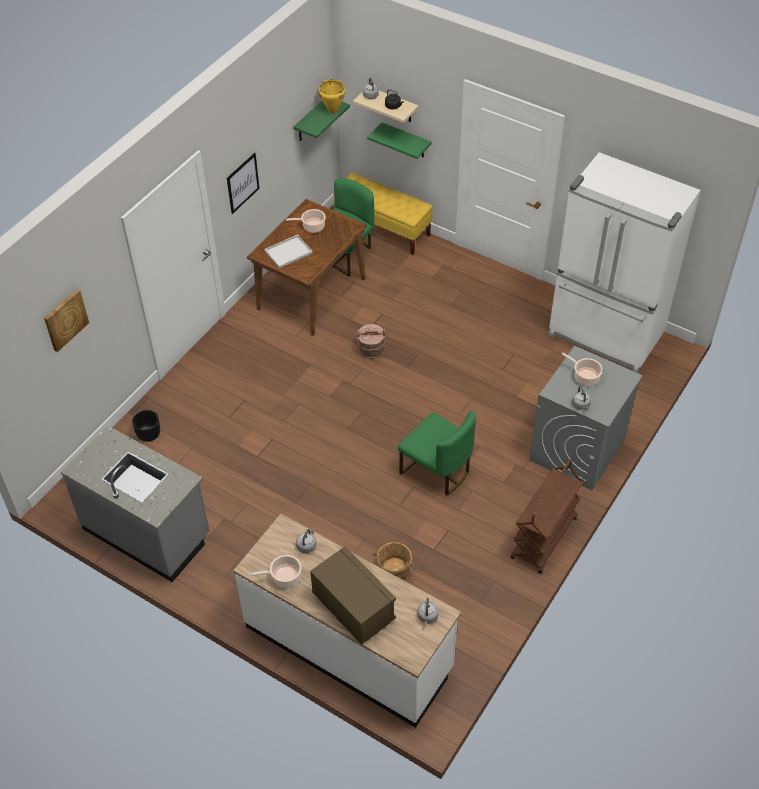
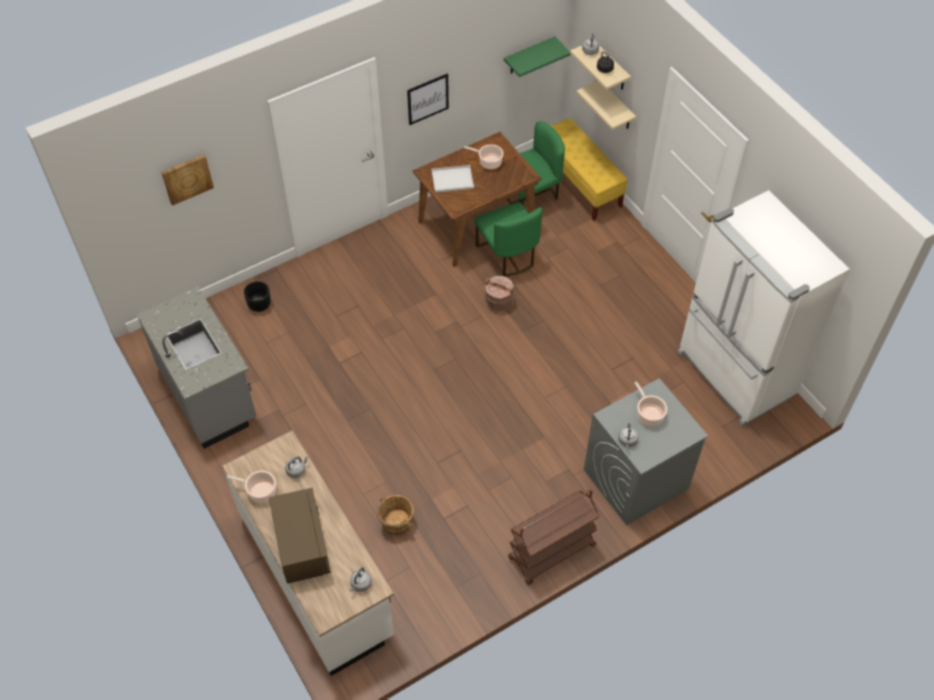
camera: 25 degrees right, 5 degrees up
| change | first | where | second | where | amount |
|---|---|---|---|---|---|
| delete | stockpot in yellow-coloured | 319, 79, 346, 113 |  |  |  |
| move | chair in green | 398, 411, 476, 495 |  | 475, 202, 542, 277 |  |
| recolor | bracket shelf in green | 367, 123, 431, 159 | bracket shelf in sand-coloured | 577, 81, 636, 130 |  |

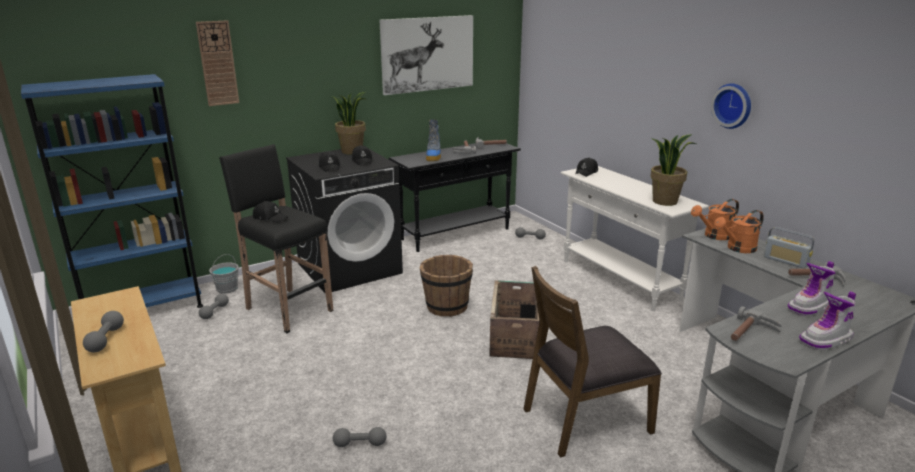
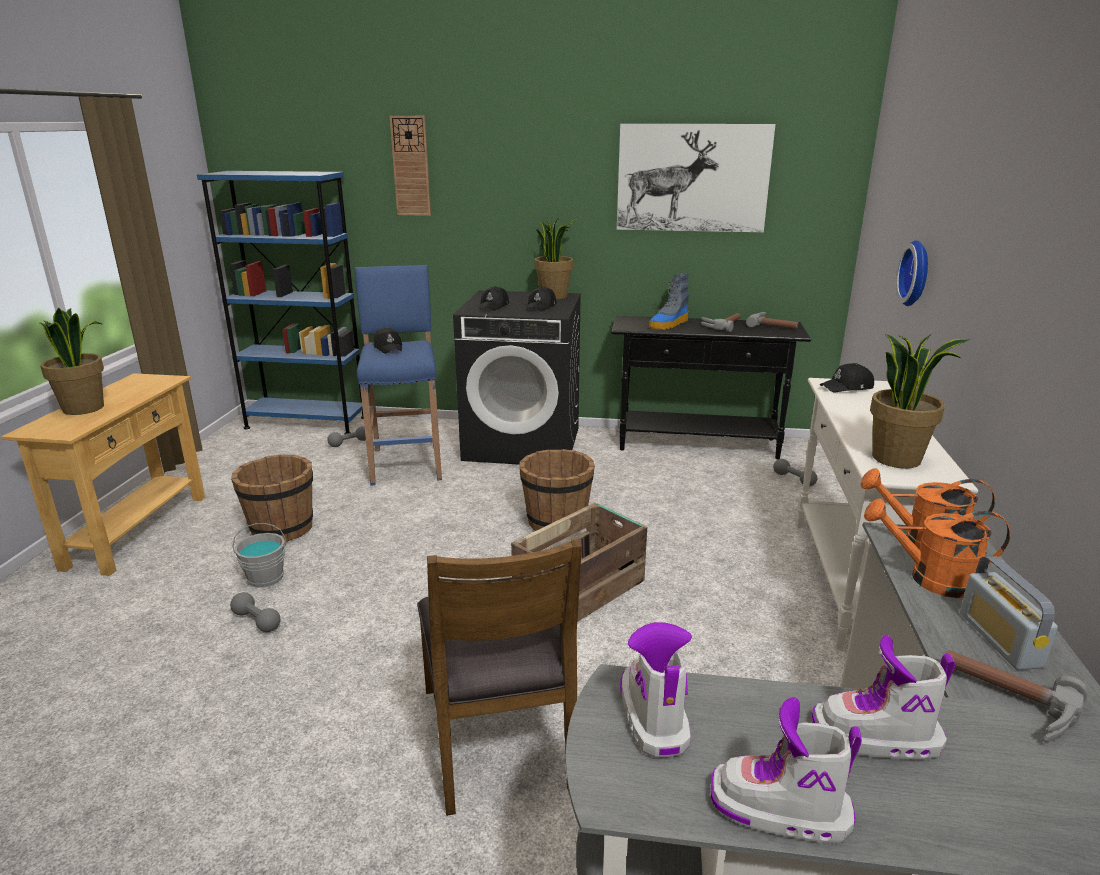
camera: 40 degrees right, 0 degrees up
| change | first | where | second | where | amount |
|---|---|---|---|---|---|
| insert |  |  | bucket in brown-coloured | 231, 455, 313, 542 |  |
| move | bucket in greyish | 209, 254, 239, 294 |  | 233, 523, 286, 588 |  |
| move | hanging clock | 711, 84, 751, 129 |  | 896, 240, 928, 306 |  |
| replace | dumbbell in greyish | 83, 311, 124, 353 | potted plant | 39, 308, 104, 415 |  |
| replace | tool hammer | 731, 306, 782, 341 | boot | 620, 622, 692, 758 |  |
| recolor | stool seat in blackish | 219, 144, 333, 333 | stool seat in bluish | 355, 265, 442, 486 |  |
| rotate | chair in brown-coloured | 523, 266, 662, 458 |  | 417, 539, 582, 816 | 120 degrees counterclockwise |

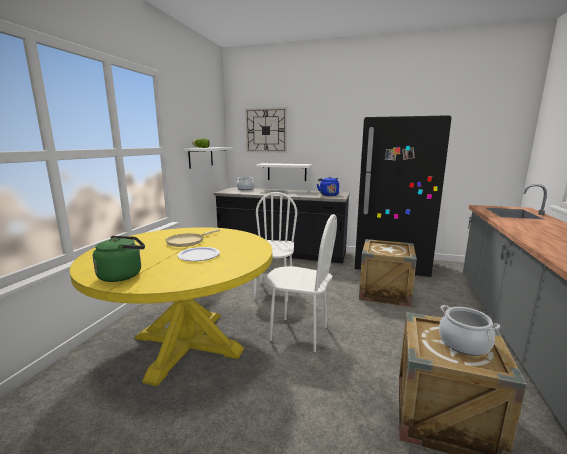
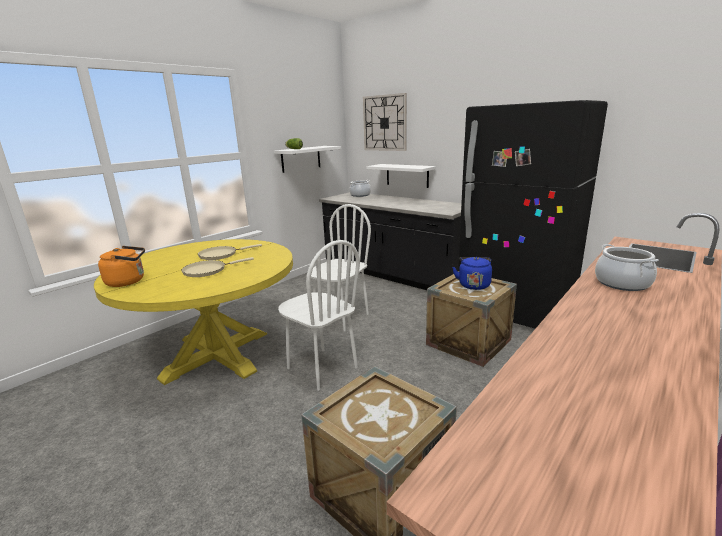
camera: 25 degrees right, 5 degrees up
| change | first | where | second | where | amount |
|---|---|---|---|---|---|
| move | kettle in bluish | 317, 177, 339, 196 |  | 452, 257, 492, 290 |  |
| move | stockpot | 439, 305, 500, 356 |  | 595, 244, 659, 291 |  |
| replace | plate | 177, 247, 220, 261 | skillet in sand-coloured | 181, 257, 254, 277 |  |
| recolor | kettle in green | 93, 236, 145, 282 | kettle in orangey | 98, 246, 145, 287 |  |

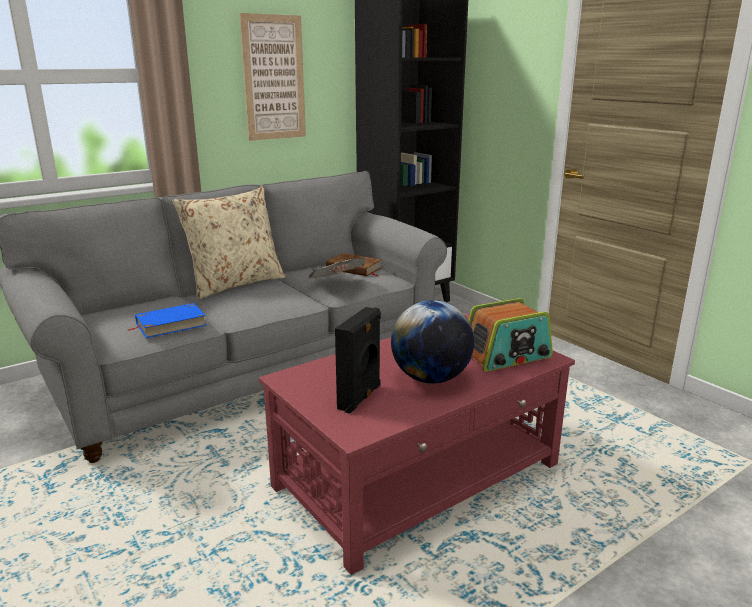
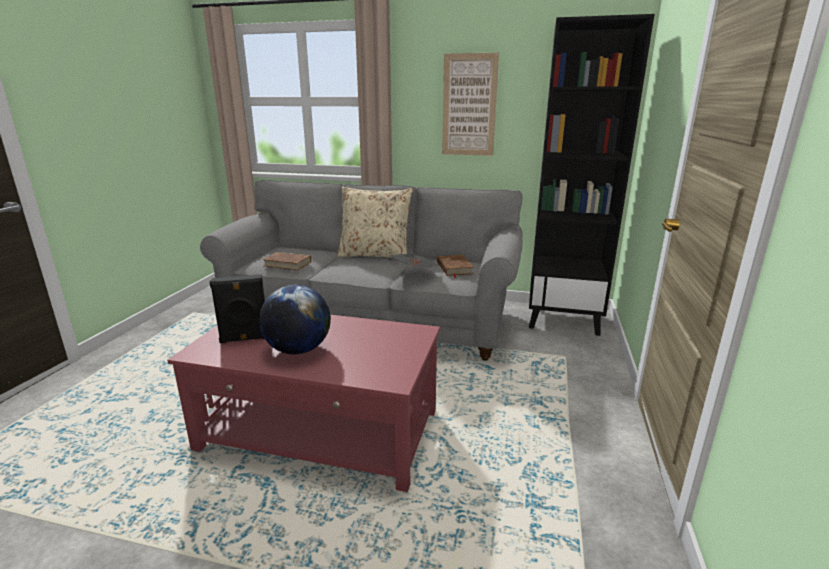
camera: 50 degrees right, 0 degrees up
| change | first | where | second | where | amount |
|---|---|---|---|---|---|
| delete | radio receiver | 468, 298, 553, 372 |  |  |  |
| recolor | bound book in bluish | 127, 303, 206, 338 | bound book in brown-coloured | 263, 252, 311, 270 |  |

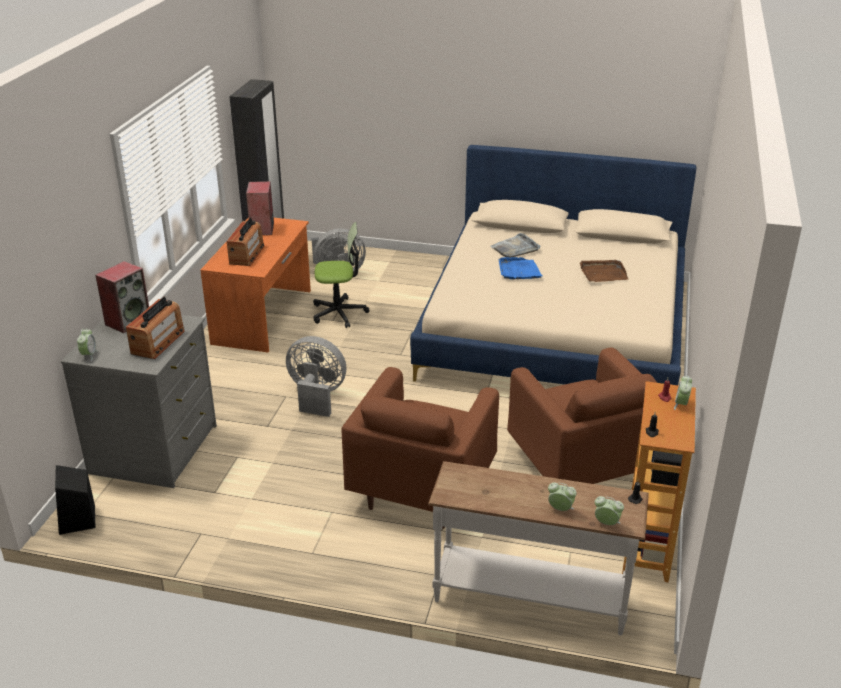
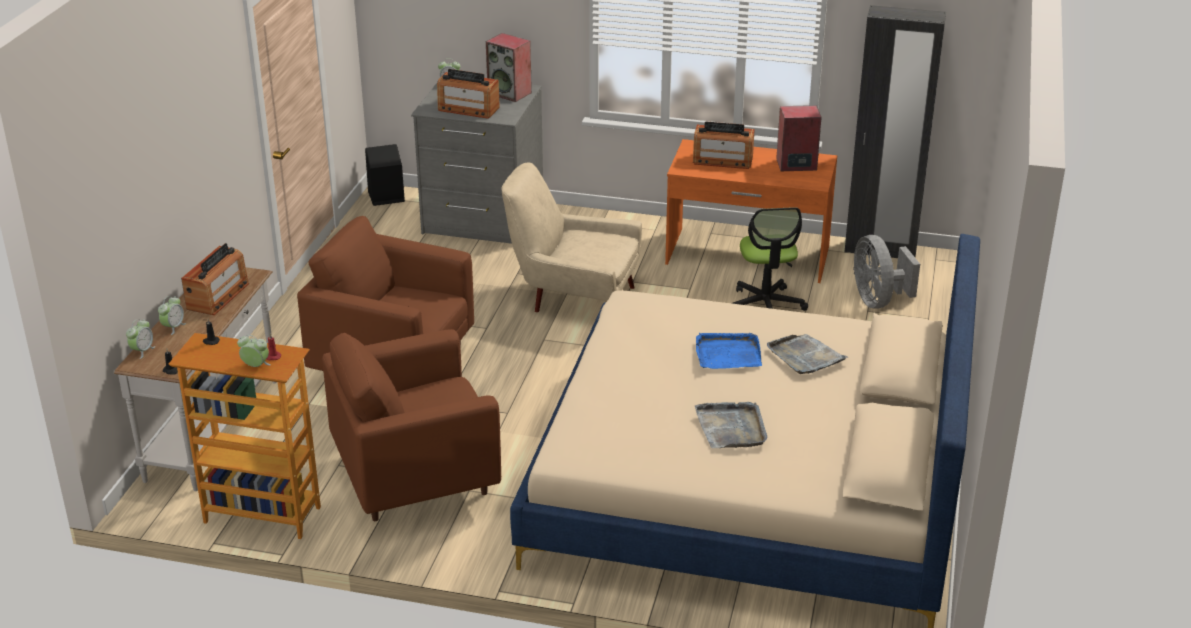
camera: 90 degrees right, 0 degrees up
| change | first | where | second | where | amount |
|---|---|---|---|---|---|
| insert |  |  | radio receiver | 181, 243, 249, 315 |  |
| replace | cooling fan in greyish | 286, 336, 346, 417 | lounge chair in sand-coloured | 502, 163, 642, 312 |  |
| recolor | tray in brown-coloured | 580, 260, 628, 282 | tray in greyish | 695, 402, 767, 448 |  |

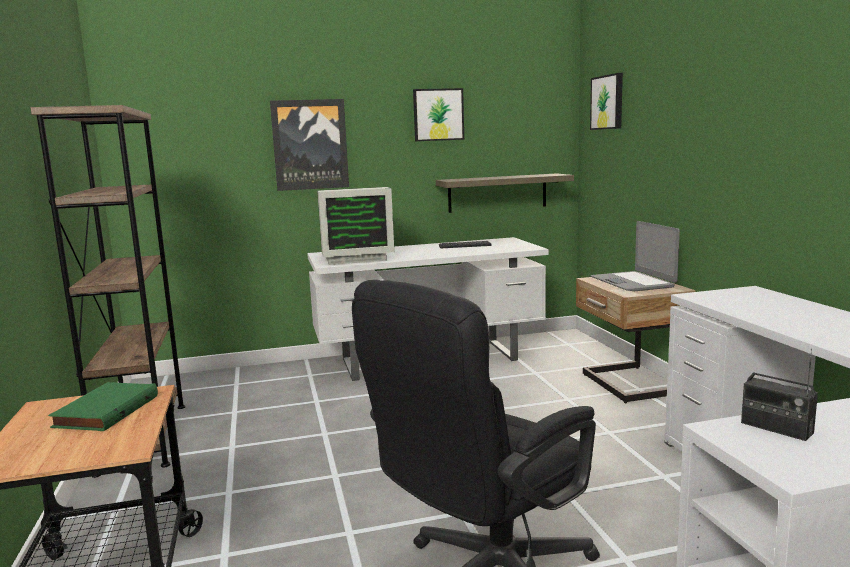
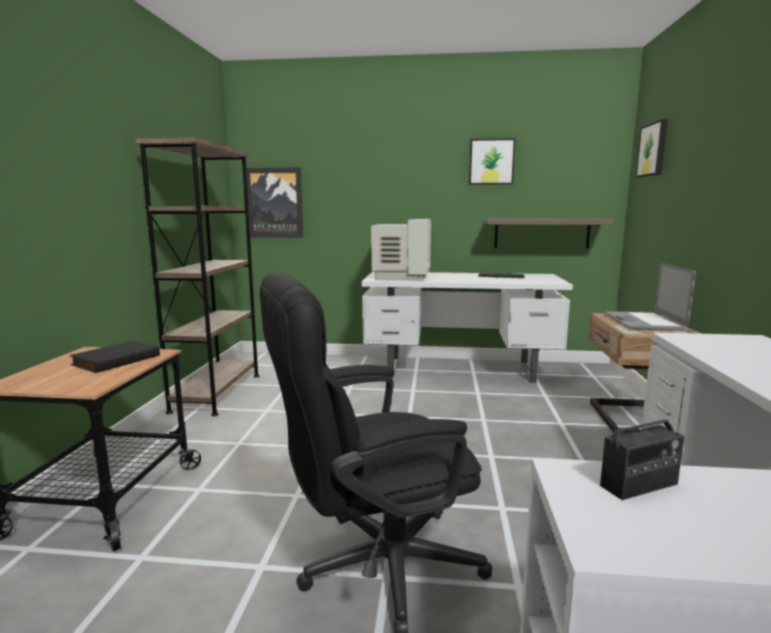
camera: 20 degrees right, 0 degrees up
| change | first | where | second | where | amount |
|---|---|---|---|---|---|
| move | wall picture | 270, 99, 349, 191 |  | 246, 168, 303, 238 |  |
| recolor | bound book in green | 48, 382, 158, 431 | bound book in blackish | 69, 340, 160, 373 |  |
| rotate | computer screen | 317, 187, 394, 265 |  | 371, 219, 431, 281 | 90 degrees counterclockwise |
| rotate | radio receiver | 741, 348, 818, 441 |  | 600, 378, 686, 500 | 90 degrees counterclockwise |

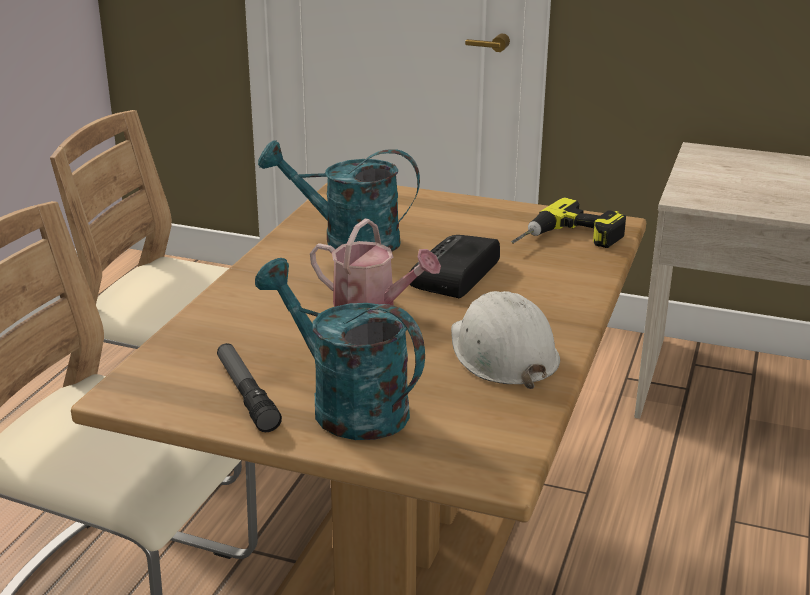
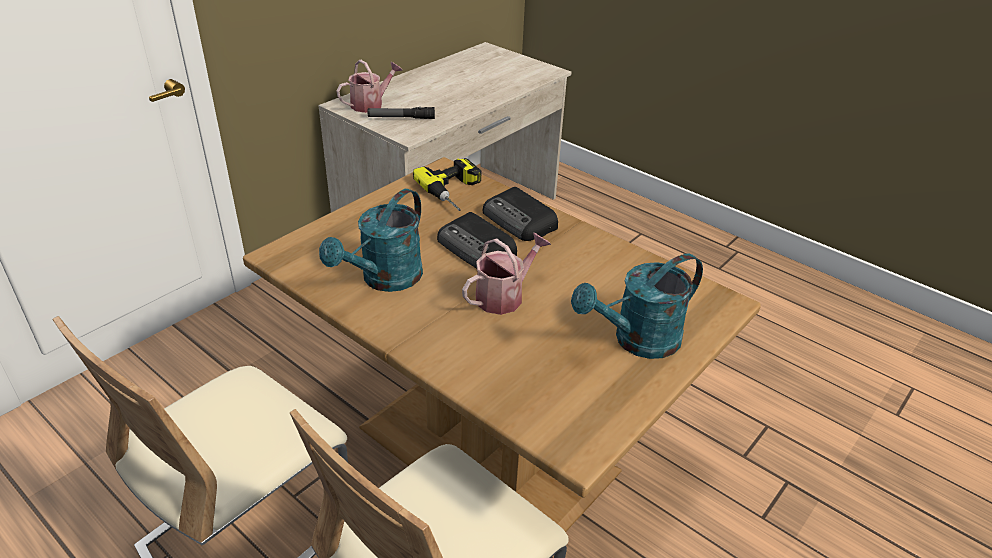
camera: 70 degrees left, 10 degrees up
| change | first | where | second | where | amount |
|---|---|---|---|---|---|
| delete | work helmet in white-coloured | 451, 291, 560, 389 |  |  |  |
| insert |  |  | sprinkling can | 336, 60, 402, 113 |  |
| insert |  |  | radio receiver | 483, 187, 558, 241 |  |
| move | flashlight | 217, 343, 282, 432 |  | 368, 107, 435, 119 |  |

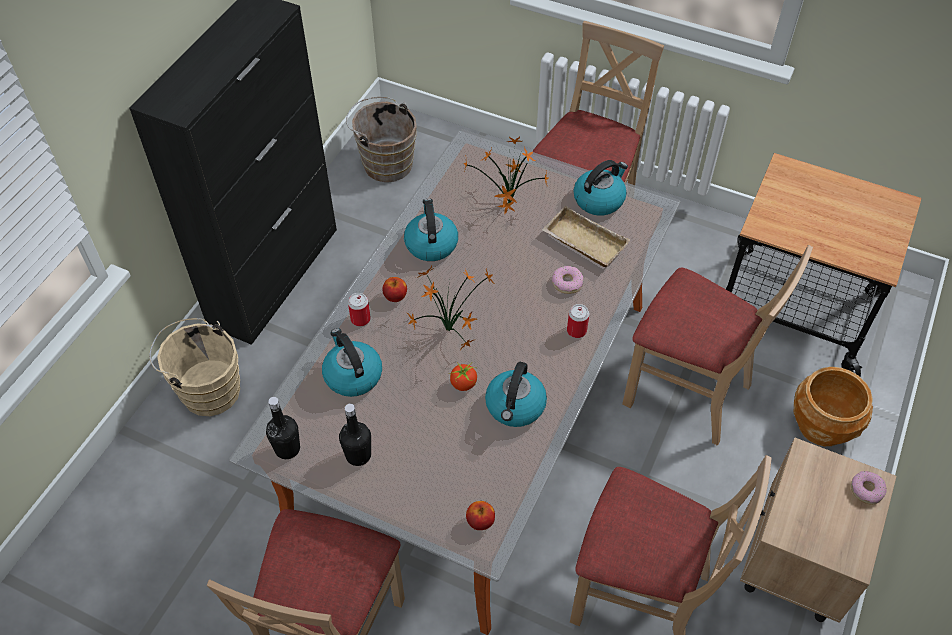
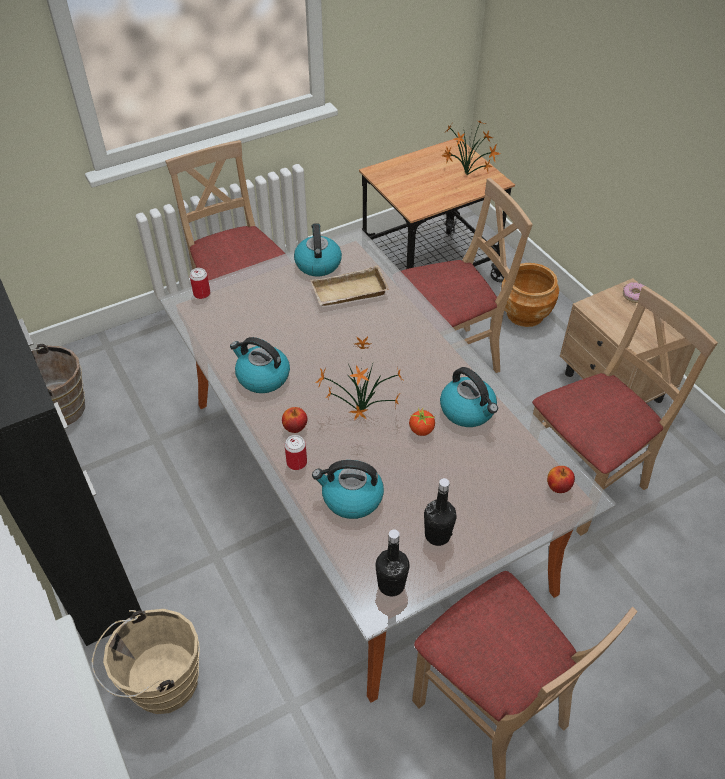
camera: 55 degrees left, 5 degrees down
| change | first | where | second | where | amount |
|---|---|---|---|---|---|
| delete | ring doughnut | 552, 266, 583, 294 |  |  |  |
| move | potted plant | 463, 136, 549, 214 |  | 442, 119, 500, 175 |  |
| move | metal can | 567, 304, 589, 338 |  | 190, 268, 210, 299 |  |

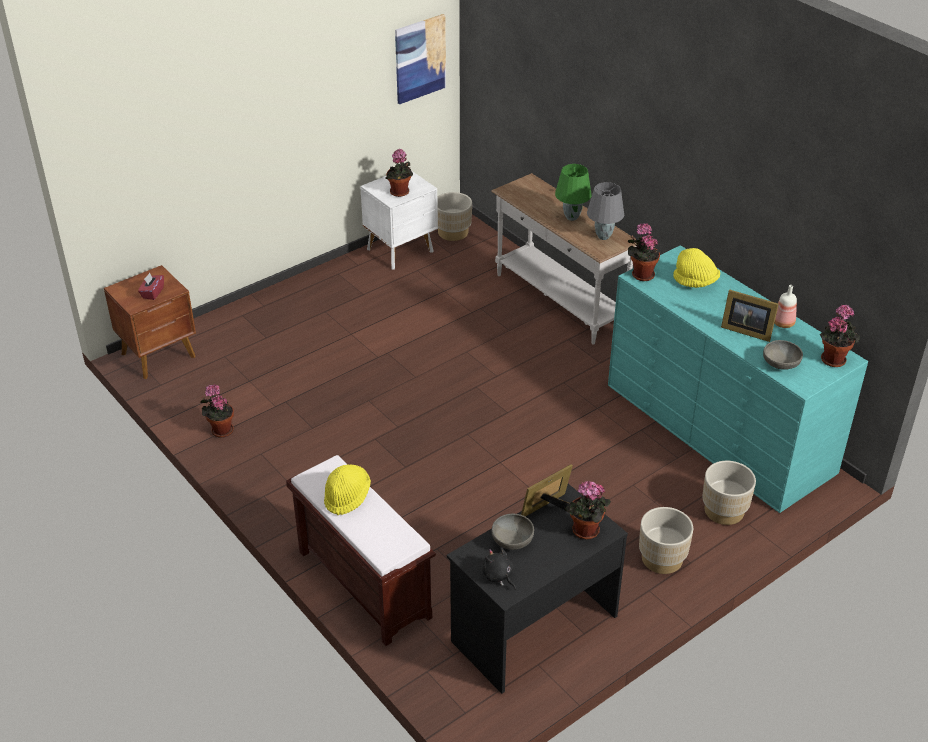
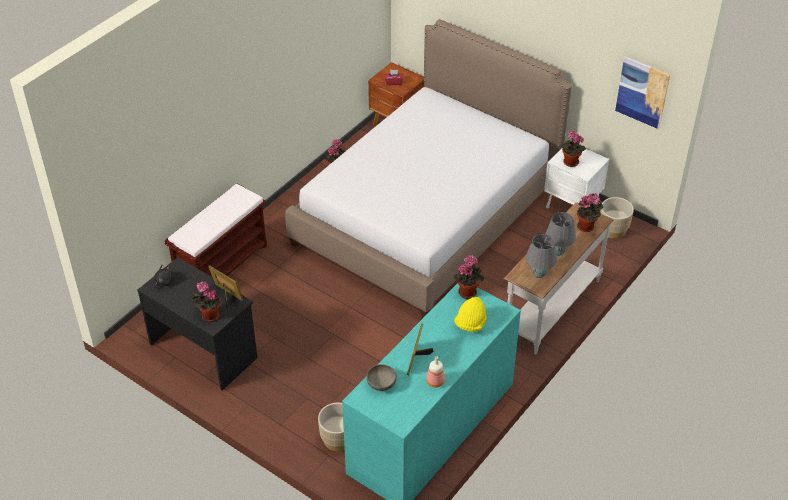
camera: 75 degrees right, 5 degrees up
| change | first | where | second | where | amount |
|---|---|---|---|---|---|
| delete | wearable hat in yellow-coloured | 324, 464, 371, 515 |  |  |  |
| delete | deep dish in greyish | 492, 513, 534, 550 |  |  |  |
| delete | flower pot in sand-coloured | 639, 507, 693, 574 |  |  |  |
| insert |  |  | sleeping bed | 285, 19, 572, 318 |  |
| move | potted plant | 820, 305, 860, 367 |  | 577, 193, 603, 232 |  |
| recolor | table lamp in green | 555, 164, 592, 221 | table lamp in greyish | 545, 212, 576, 256 |  |

